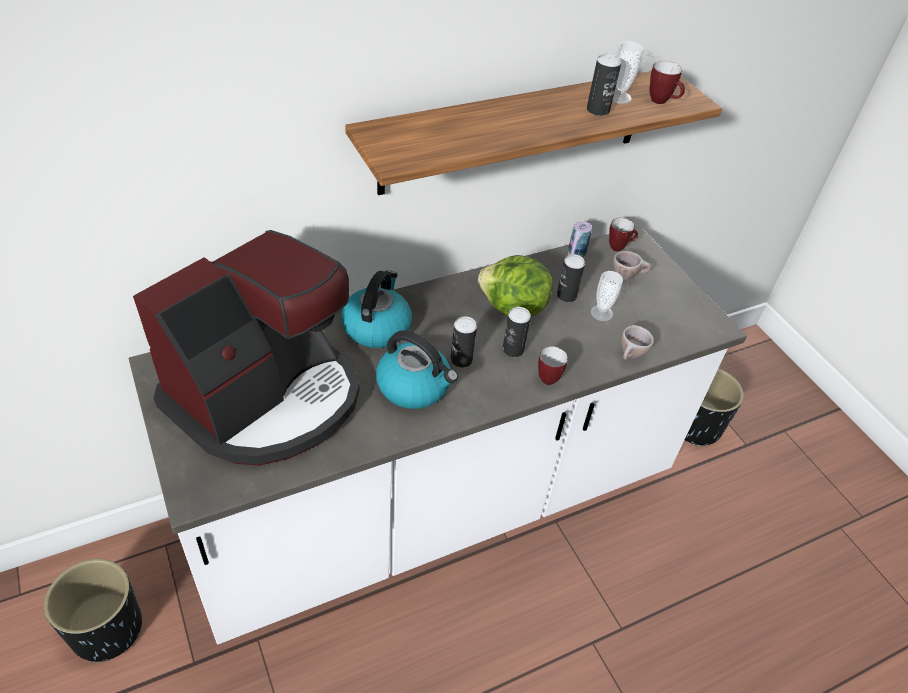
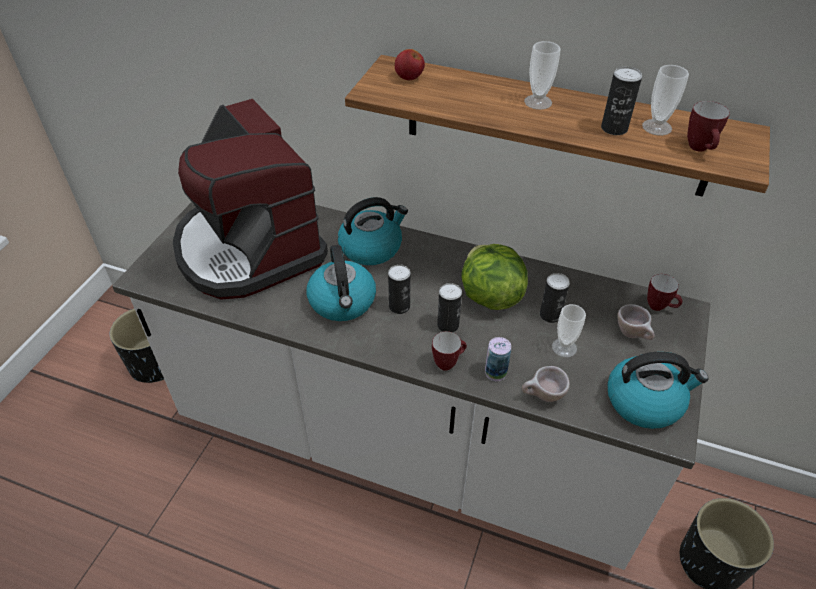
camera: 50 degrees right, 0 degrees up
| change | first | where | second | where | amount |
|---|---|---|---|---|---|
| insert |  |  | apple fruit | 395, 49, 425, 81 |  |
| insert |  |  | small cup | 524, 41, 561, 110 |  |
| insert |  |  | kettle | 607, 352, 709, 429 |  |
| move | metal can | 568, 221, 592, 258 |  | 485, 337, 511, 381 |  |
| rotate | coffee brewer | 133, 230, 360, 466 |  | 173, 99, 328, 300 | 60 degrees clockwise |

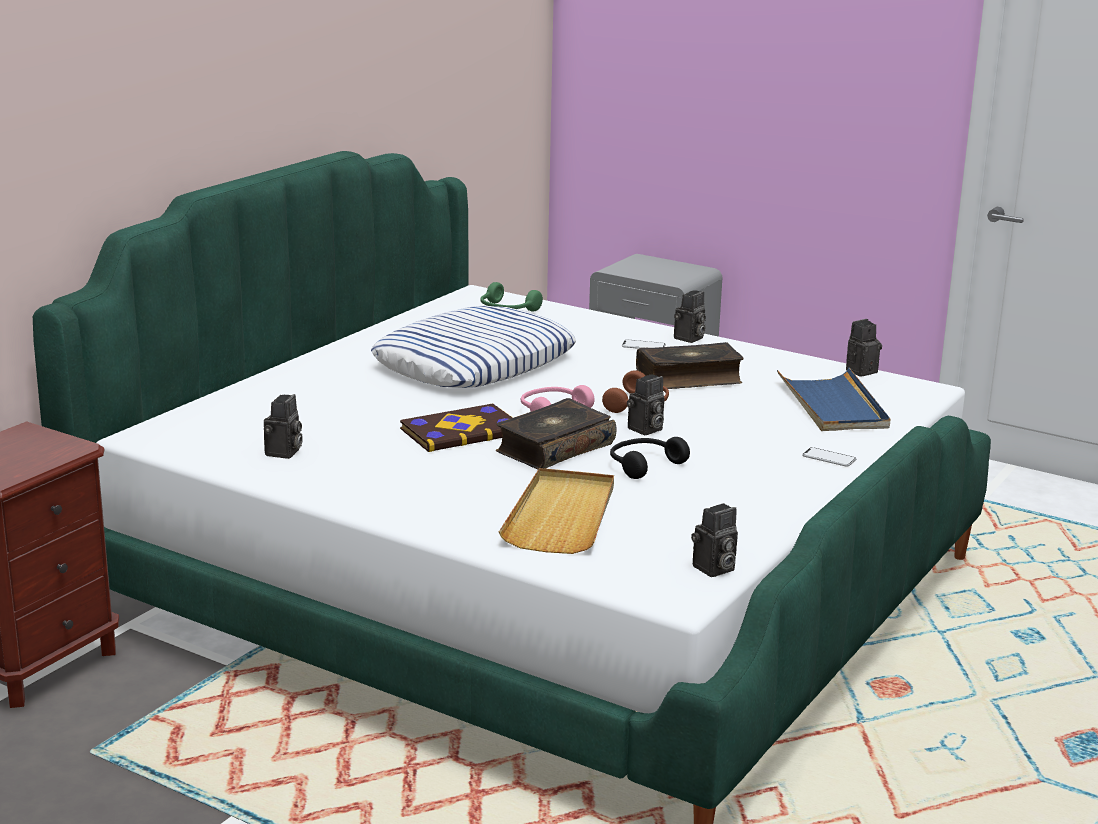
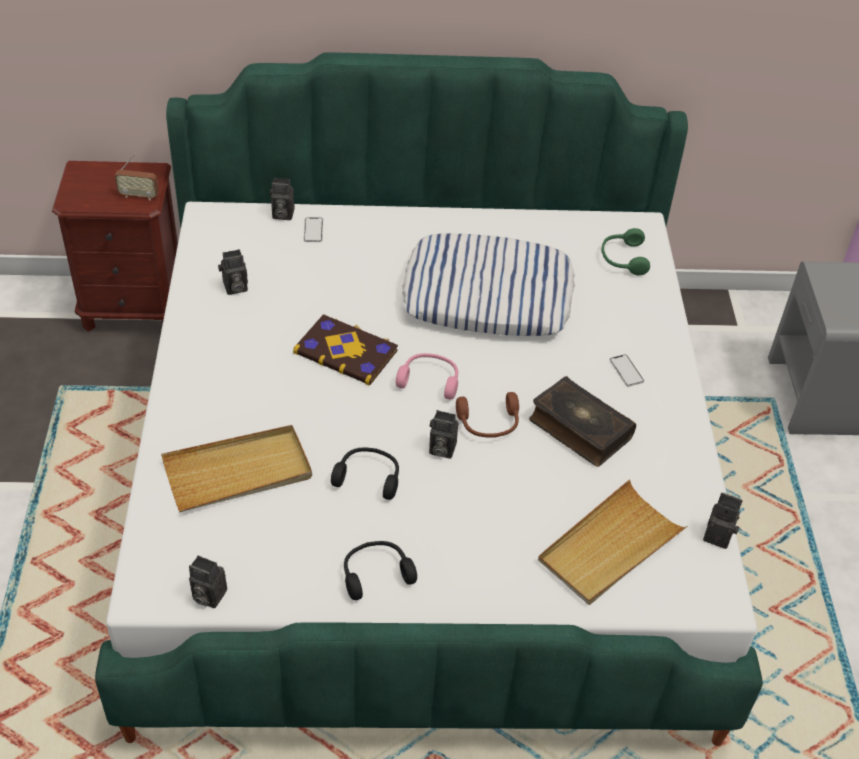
camera: 55 degrees right, 25 degrees up
| change | first | where | second | where | amount |
|---|---|---|---|---|---|
| delete | bound book | 495, 398, 617, 470 |  |  |  |
| insert |  |  | radio receiver | 115, 153, 159, 201 |  |
| insert |  |  | headphones in blackish | 344, 541, 417, 600 |  |
| move | photo camera | 674, 290, 706, 343 |  | 270, 178, 295, 220 |  |
| move | phone | 802, 447, 856, 467 |  | 304, 217, 323, 242 |  |
| recolor | tray in bluish | 777, 367, 890, 431 | tray in sand-coloured | 538, 479, 688, 605 |  |

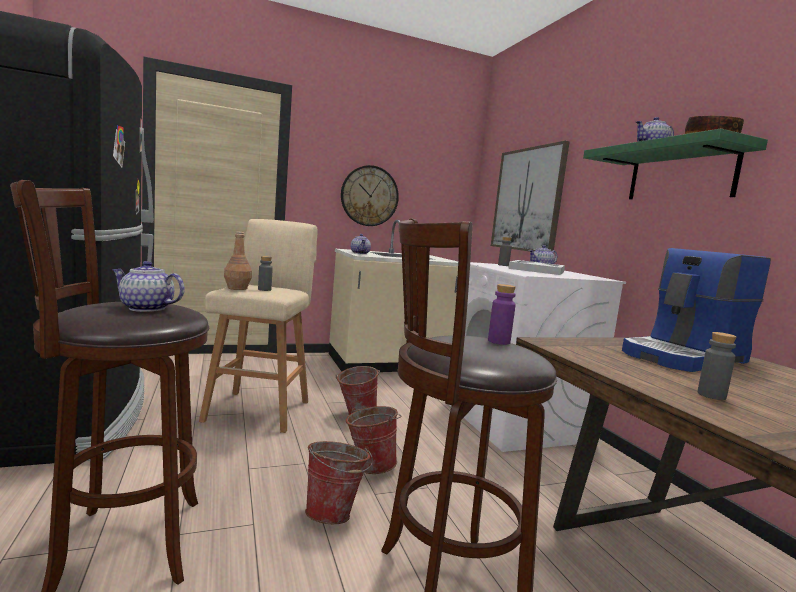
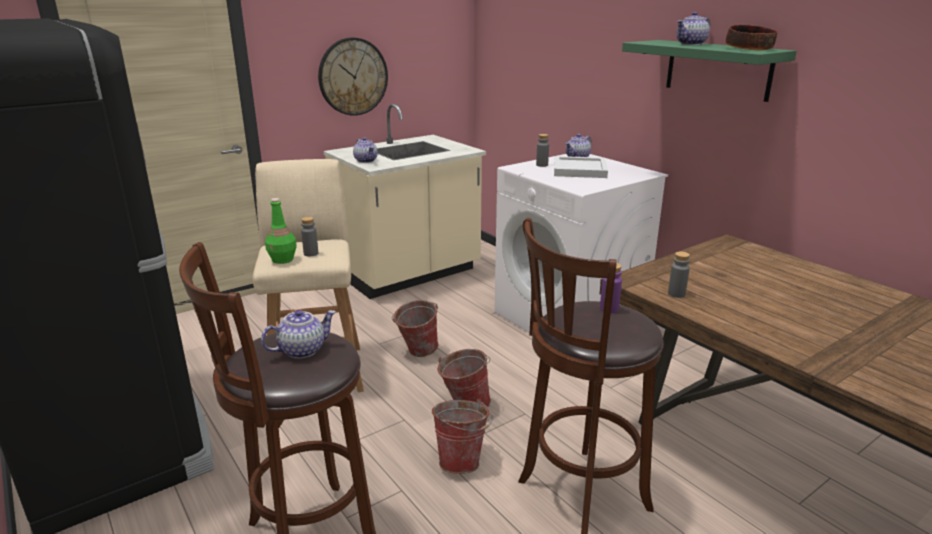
camera: 15 degrees left, 15 degrees up
| change | first | where | second | where | amount |
|---|---|---|---|---|---|
| delete | wall picture | 491, 141, 570, 253 |  |  |  |
| delete | coffee brewer | 622, 248, 771, 372 |  |  |  |
| move | beverage bottle in greyish | 697, 332, 736, 400 |  | 668, 251, 690, 298 |  |
| recolor | beverage bottle in brown-coloured | 224, 231, 252, 290 | beverage bottle in green | 265, 198, 297, 264 |  |
| rotate | teapot | 112, 261, 185, 312 |  | 261, 310, 336, 359 | 150 degrees clockwise |

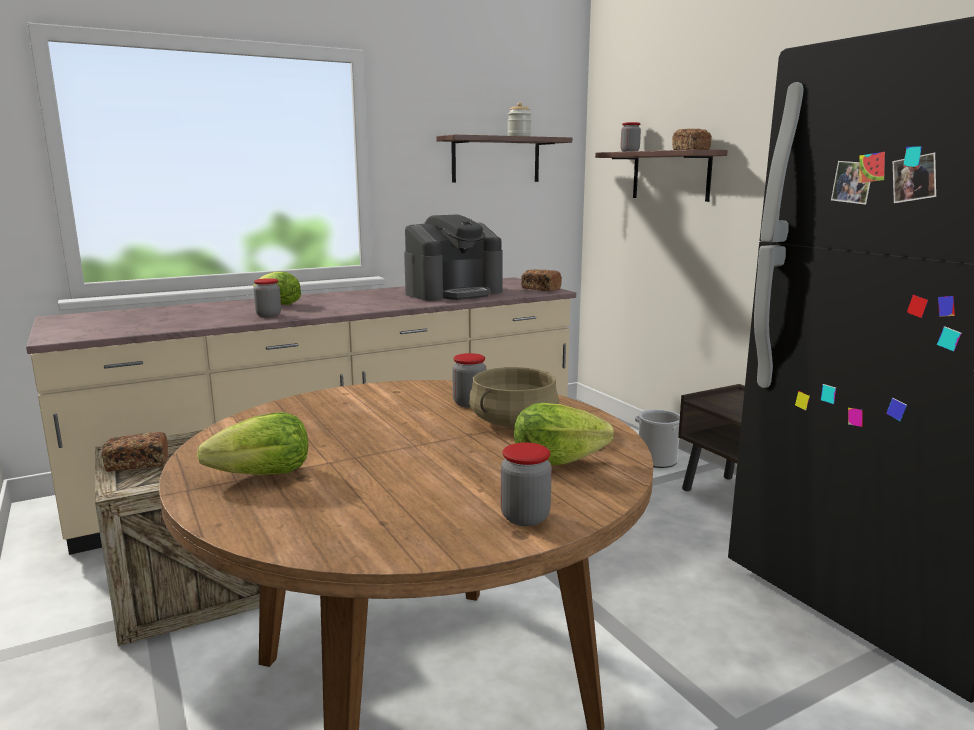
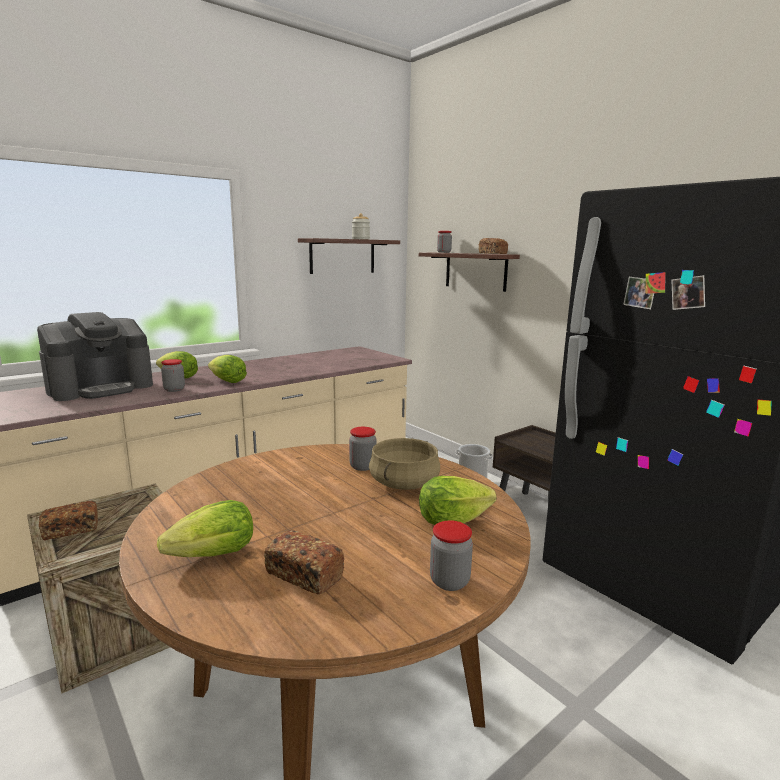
camera: 10 degrees left, 0 degrees up
| change | first | where | second | where | amount |
|---|---|---|---|---|---|
| insert |  |  | lettuce head | 208, 355, 247, 383 |  |
| move | coffee brewer | 404, 214, 503, 301 |  | 37, 312, 153, 401 |  |
| move | bread | 521, 269, 562, 291 |  | 264, 530, 345, 595 |  |

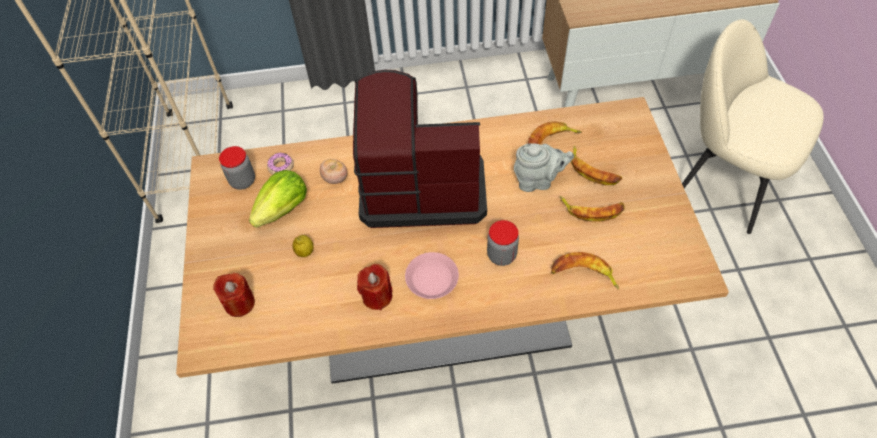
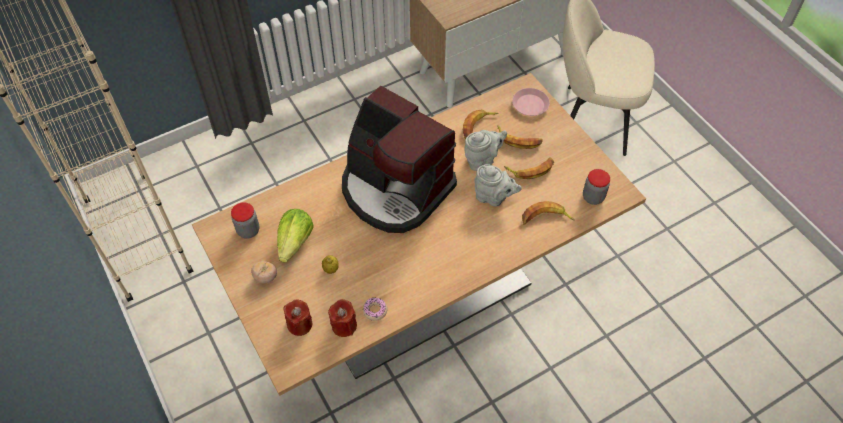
camera: 25 degrees left, 0 degrees up
| change | first | where | second | where | amount |
|---|---|---|---|---|---|
| insert |  |  | teapot in greyish | 474, 164, 522, 207 |  |
| move | ring doughnut | 267, 153, 294, 175 |  | 363, 298, 387, 321 |  |
| move | tomato | 320, 159, 347, 184 |  | 251, 261, 277, 284 |  |
| move | wax light in reddish | 357, 264, 393, 310 |  | 328, 299, 357, 337 |  |
| move | plate in pink | 405, 252, 459, 299 |  | 512, 88, 550, 116 |  |
| move | preserve jar | 487, 220, 519, 266 |  | 583, 169, 610, 205 |  |
| rotate | coffee brewer | 353, 70, 487, 228 |  | 342, 86, 457, 233 | 120 degrees counterclockwise |

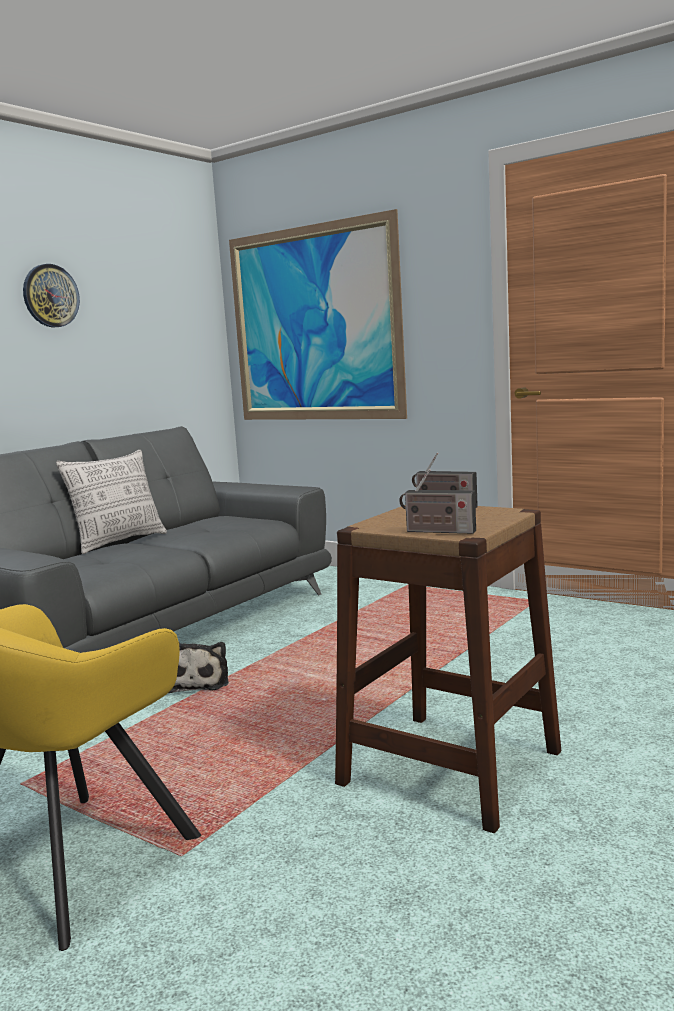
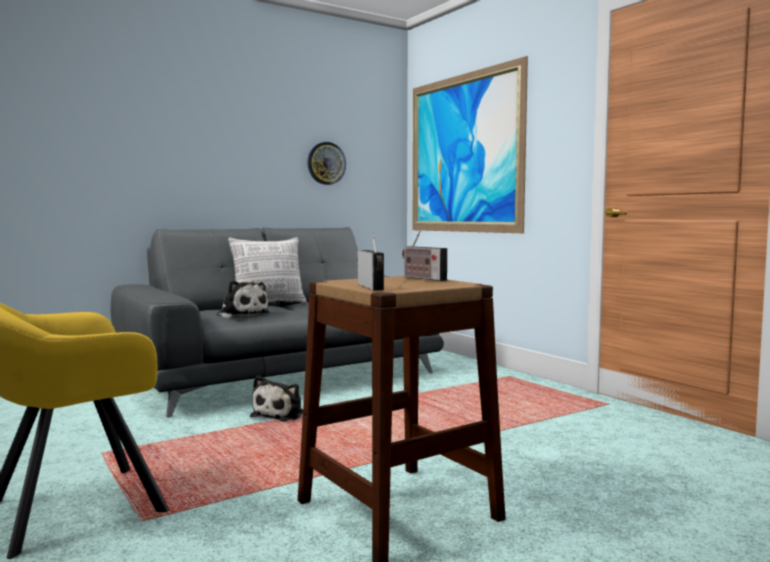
camera: 20 degrees right, 5 degrees down
| change | first | where | second | where | amount |
|---|---|---|---|---|---|
| insert |  |  | plush toy | 217, 280, 270, 318 |  |
| move | hanging clock | 23, 264, 80, 327 |  | 307, 142, 346, 185 |  |
| rotate | radio receiver | 399, 469, 476, 534 |  | 358, 232, 384, 290 | 150 degrees counterclockwise |

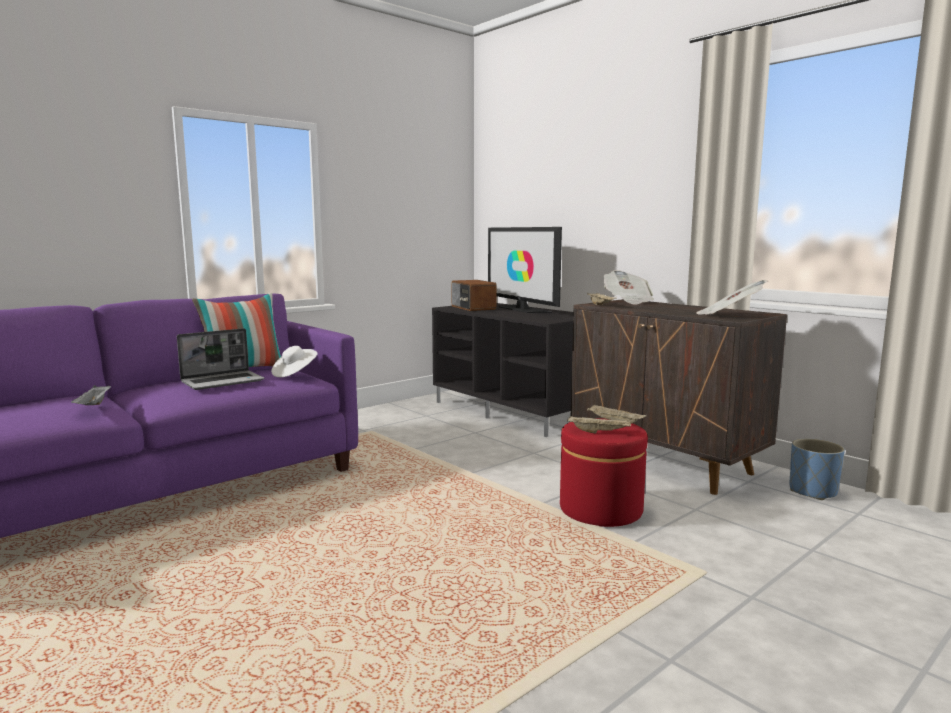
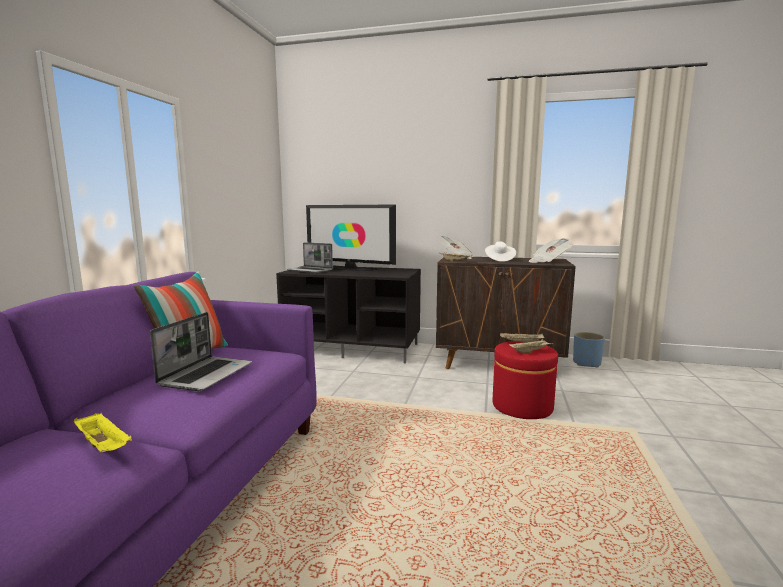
camera: 35 degrees left, 0 degrees up
| change | first | where | second | where | amount |
|---|---|---|---|---|---|
| move | wearable hat in white-coloured | 271, 346, 318, 377 |  | 485, 242, 516, 262 |  |
| replace | radio receiver | 451, 280, 497, 311 | laptop | 287, 242, 333, 273 |  |
| recolor | tray in greyish | 71, 385, 111, 405 | tray in yellow-coloured | 74, 413, 132, 452 |  |

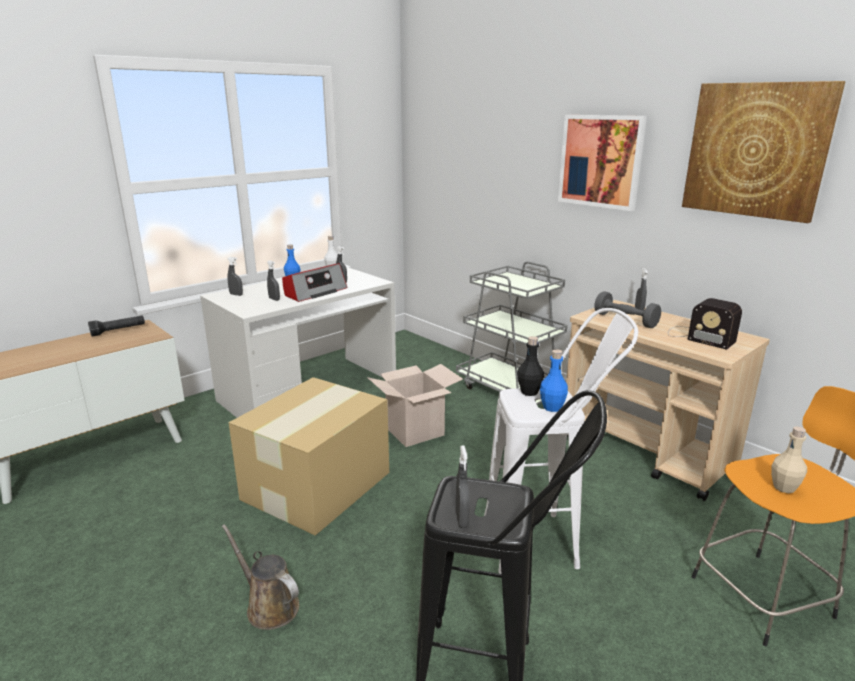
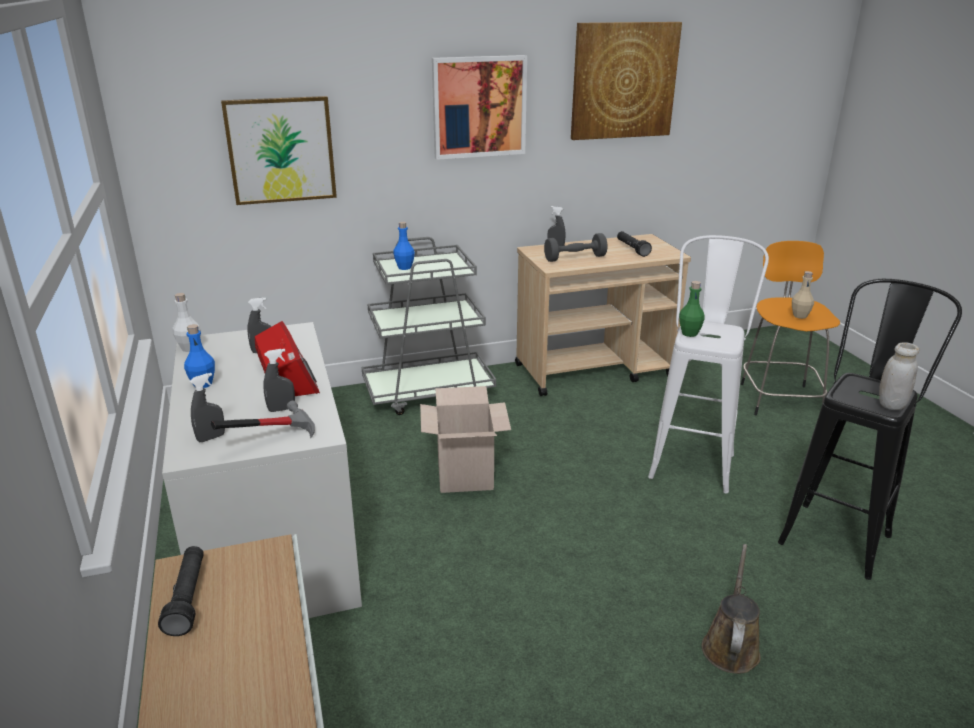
camera: 65 degrees left, 5 degrees up
| change | first | where | second | where | amount |
|---|---|---|---|---|---|
| delete | packing box | 228, 377, 389, 535 |  |  |  |
| insert |  |  | tool hammer | 211, 400, 315, 438 |  |
| insert |  |  | wall picture | 221, 96, 337, 205 |  |
| move | beverage bottle in bluish | 540, 349, 568, 412 |  | 393, 222, 415, 270 |  |
| replace | sprayer in greyish | 456, 445, 470, 528 | preserve jar in white-coloured | 879, 342, 919, 410 |  |
| replace | radio receiver | 668, 298, 742, 350 | flashlight in blackish | 617, 231, 652, 257 |  |
| recolor | beverage bottle in blackish | 517, 336, 544, 396 | beverage bottle in green | 679, 281, 705, 337 |  |
| rotate | sprinkling can in brown-coloured | 222, 524, 299, 630 |  | 702, 544, 760, 674 | 135 degrees clockwise |

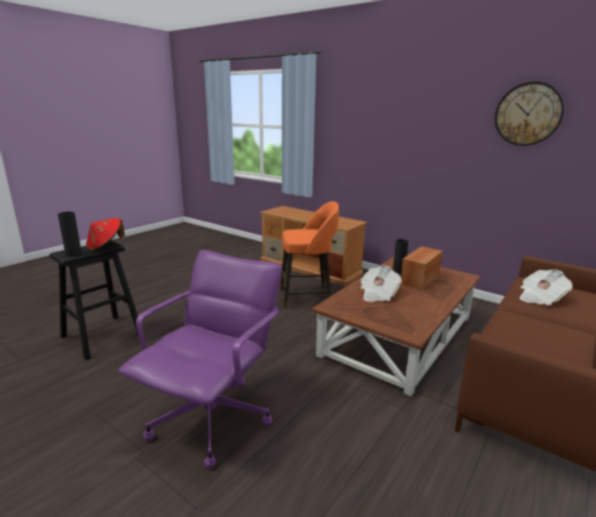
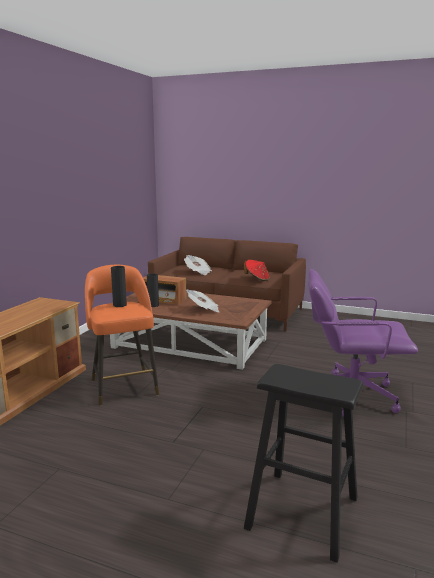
camera: 105 degrees left, 5 degrees down
| change | first | where | second | where | amount |
|---|---|---|---|---|---|
| delete | hanging clock | 495, 82, 564, 146 |  |  |  |
| move | decorative vase in blackish | 58, 212, 82, 257 |  | 111, 266, 127, 307 |  |
| move | wearable hat in reddish | 86, 218, 125, 251 |  | 244, 260, 270, 281 |  |

